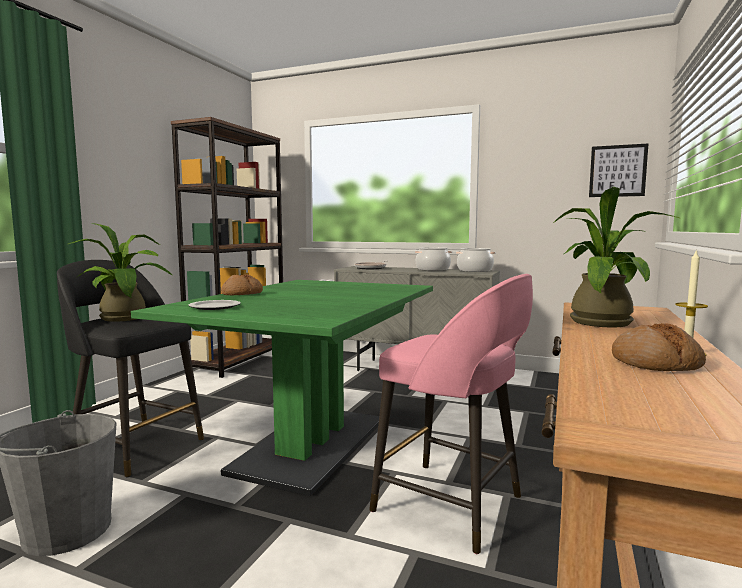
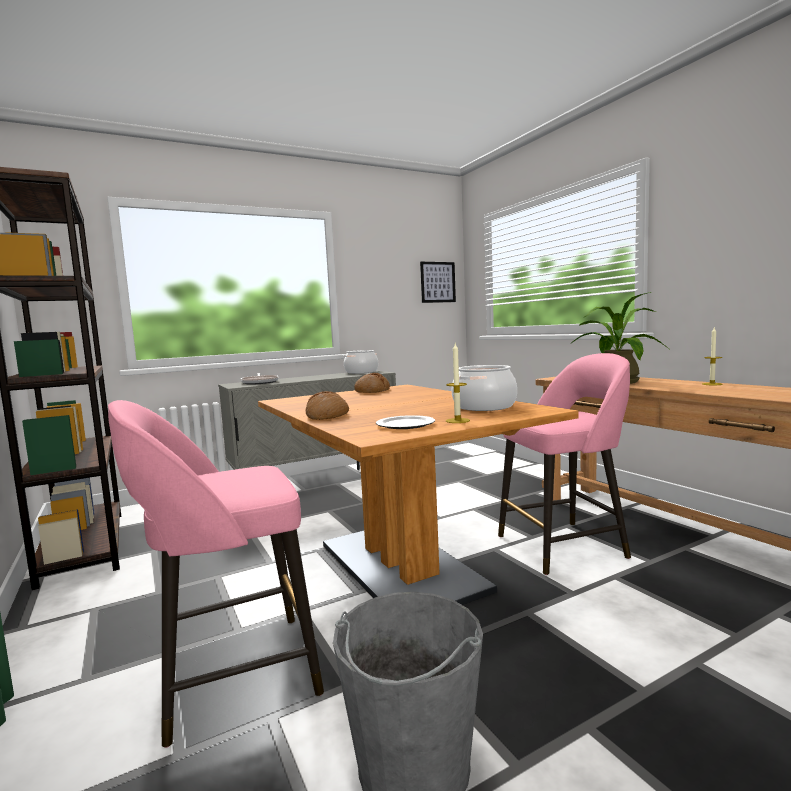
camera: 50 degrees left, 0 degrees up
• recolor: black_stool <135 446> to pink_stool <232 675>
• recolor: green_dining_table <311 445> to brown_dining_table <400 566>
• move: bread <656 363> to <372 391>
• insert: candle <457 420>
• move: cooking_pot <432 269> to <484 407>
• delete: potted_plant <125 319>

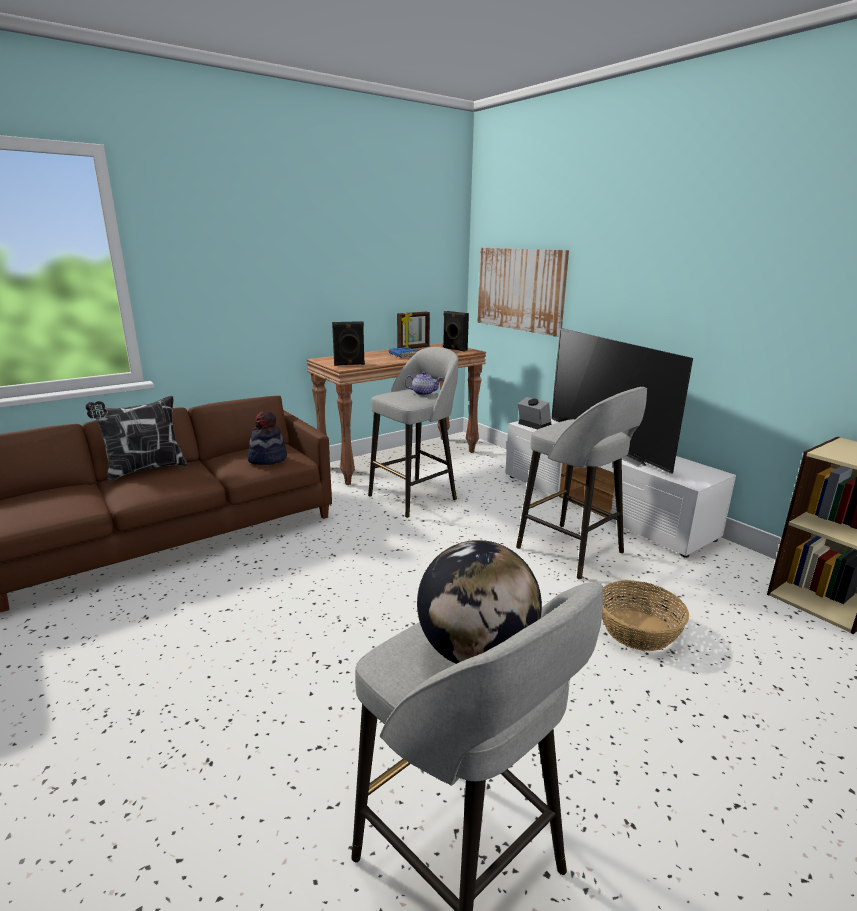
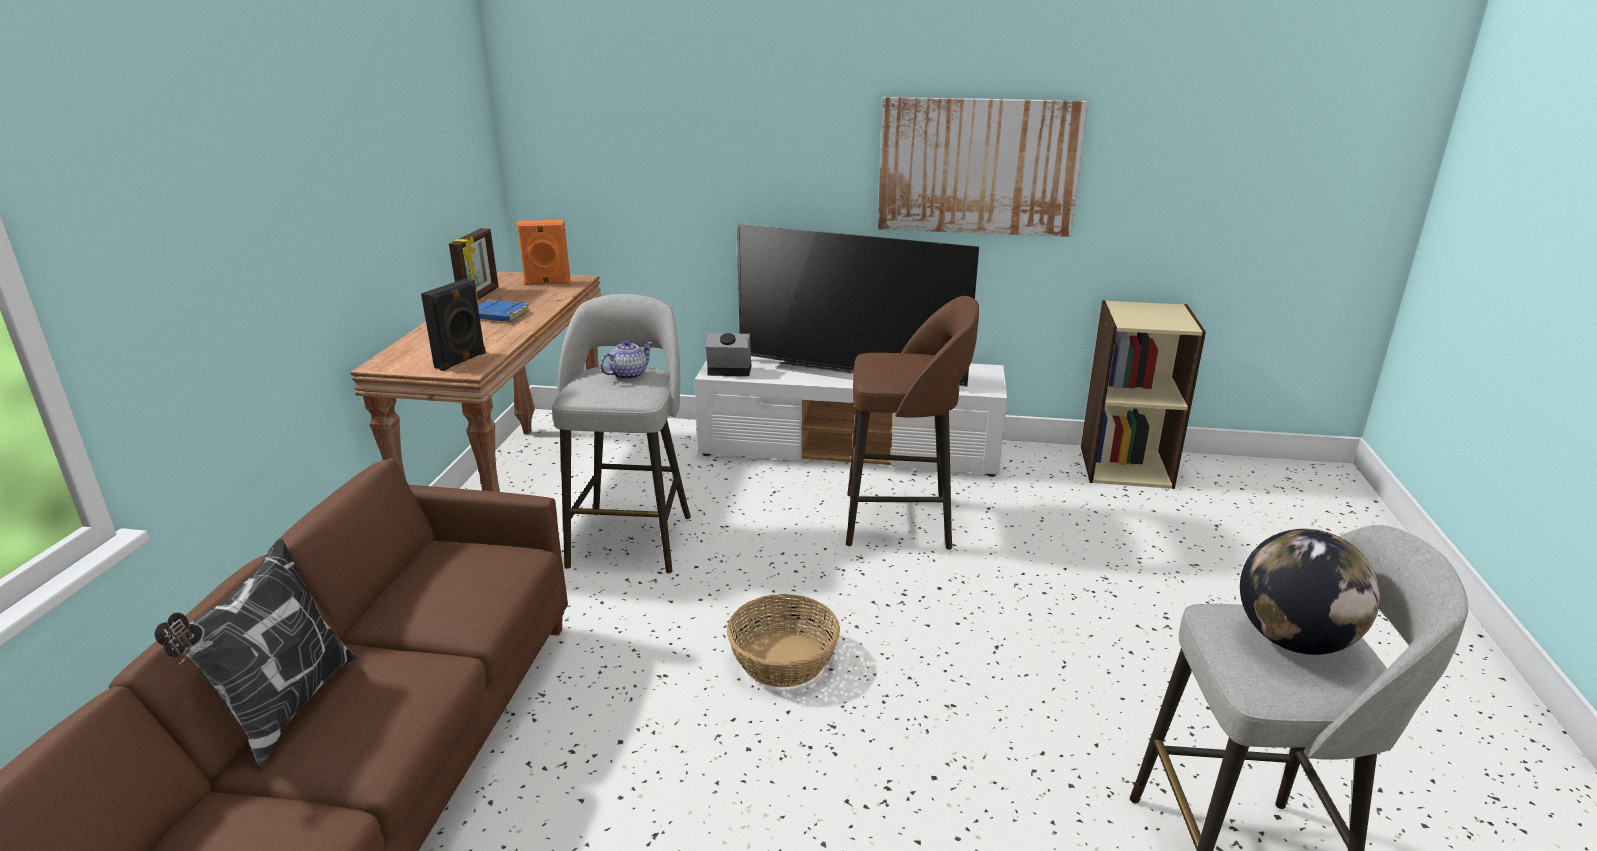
camera: 45 degrees left, 5 degrees up
• recolor: black_speaker <454 349> to orange_speaker <547 283>
• move: basket <638 629> to <783 659>
• recolor: grey_stool <572 551> to brown_stool <902 521>
• move: picture <520 289> to <978 166>
• delete: hat <267 459>

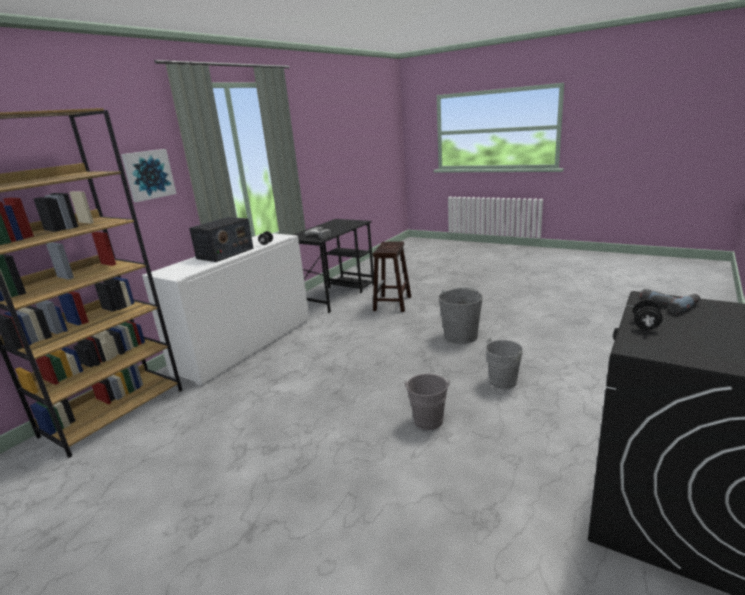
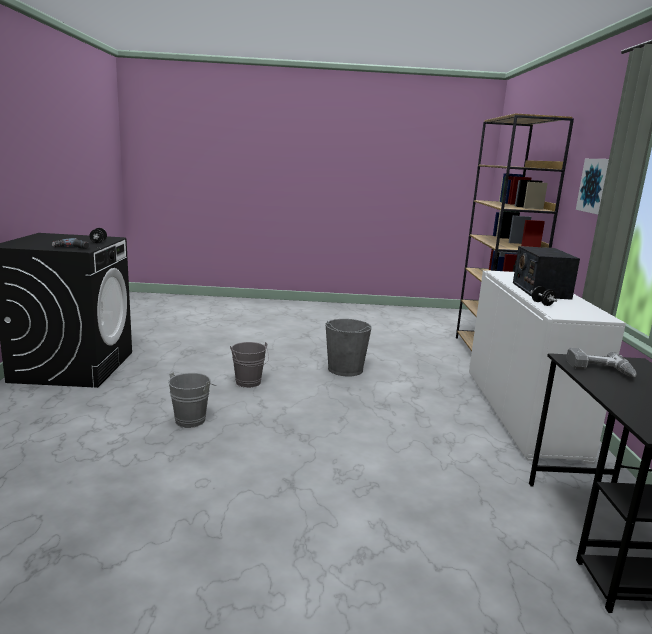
camera: 145 degrees right, 5 degrees down
• move: grey_bucket <461 336> to <345 369>
• delete: brown_stool <392 304>

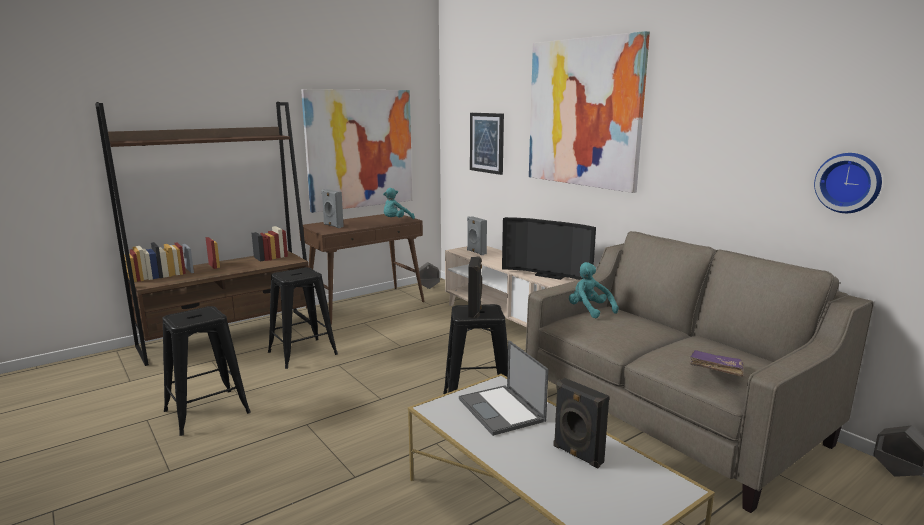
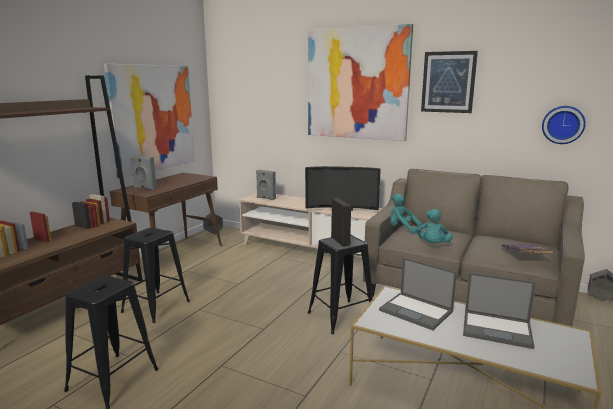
camera: 25 degrees left, 0 degrees up
• move: turquoise_plush_toy <396 221> to <432 245>
• move: picture <487 143> to <448 82>
• replace: black_speaker <577 455> to laptop <498 329>

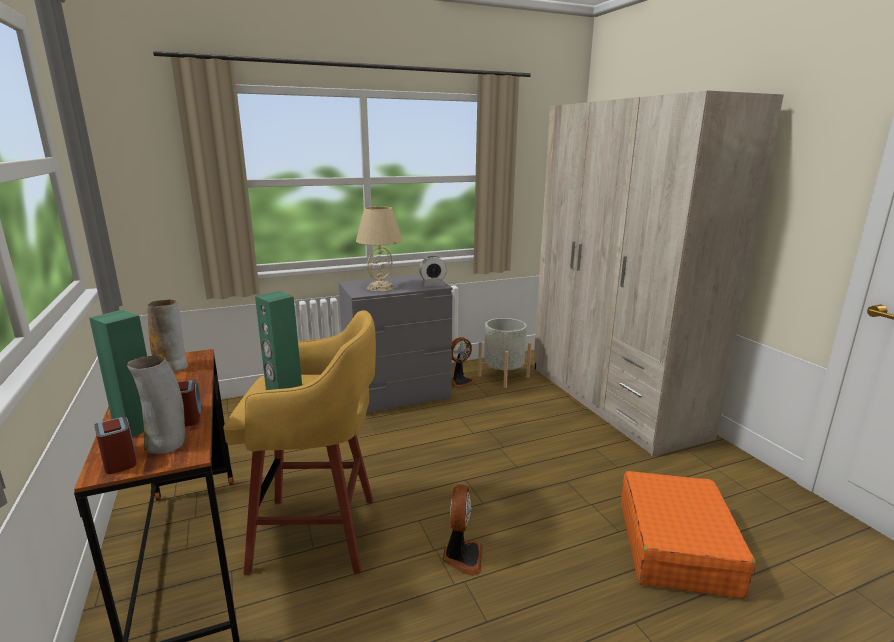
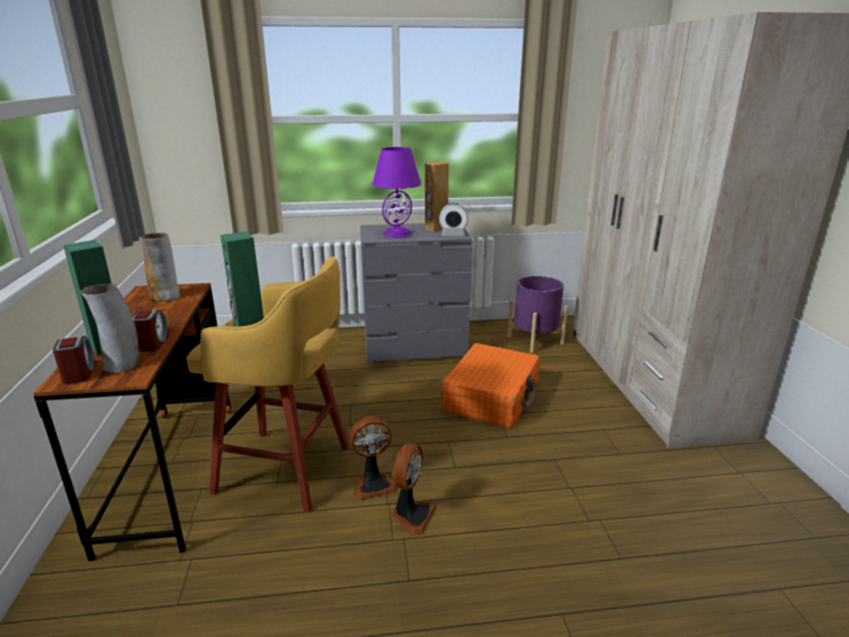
camera: 15 degrees right, 5 degrees up
• move: fan <460 382> to <373 484>
• recolor: beige_table_lamp <381 287> to purple_table_lamp <397 234>
• insert: brown_speaker <436 228>
• move: orange_suitcase <676 546> to <491 397>
• recolor: grey_planter <503 376> to purple_planter <535 340>

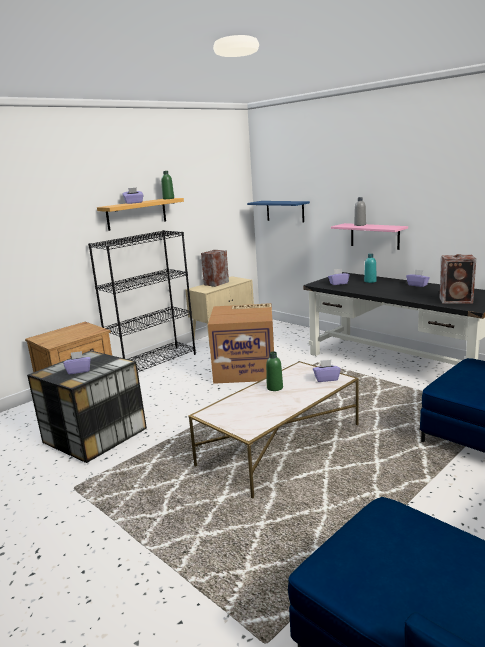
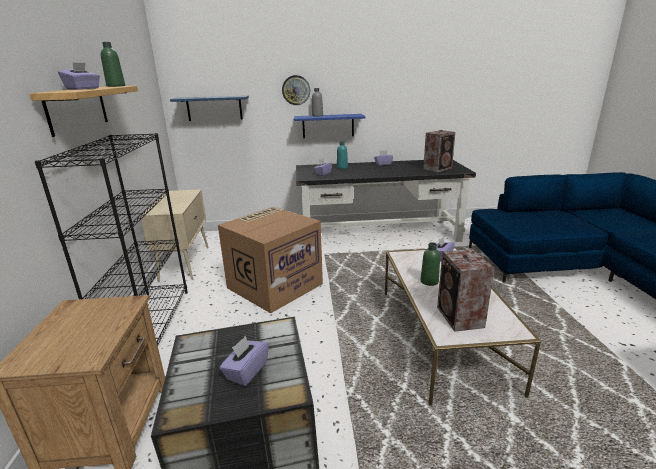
camera: 50 degrees left, 5 degrees up
• insert: wall_clock <296 90>
• recolor: pink_shelf <374 236> to blue_shelf <328 126>
• move: speaker <215 283> to <460 318>

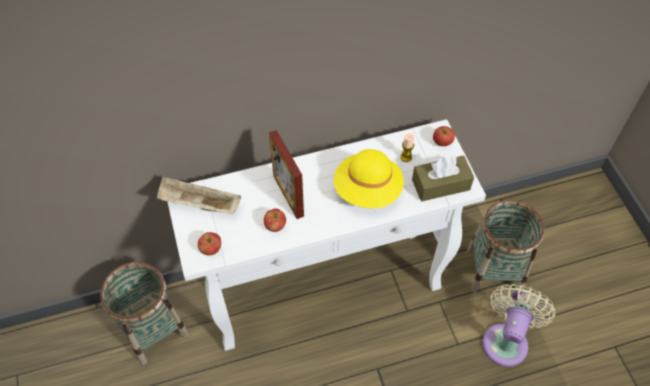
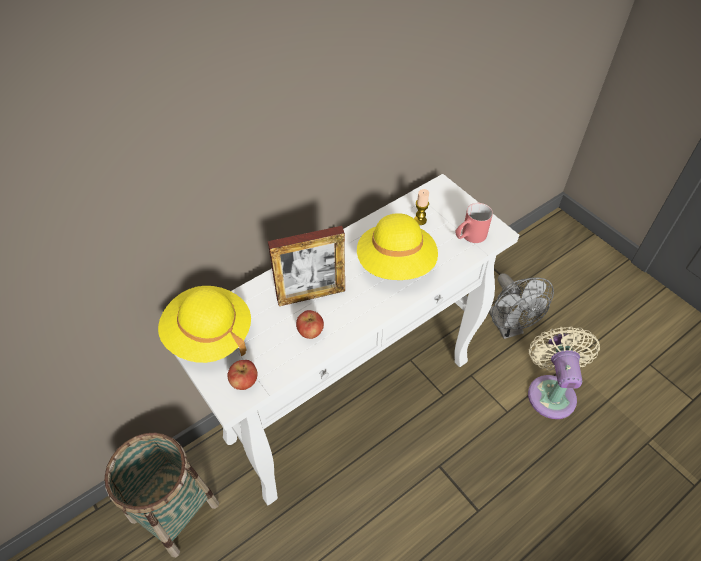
camera: 20 degrees left, 5 degrees down
• replace: beige_tray <199 204> to yellow_hat <209 335>
• rotate: picture_frame <288 196> = <311 295> 60 degrees counterclockwise
• replace: brown_tissue_box <440 184> to red_mug <469 237>
• replace: basket <494 269> to grey_fan <508 327>
• delete: apple <442 142>

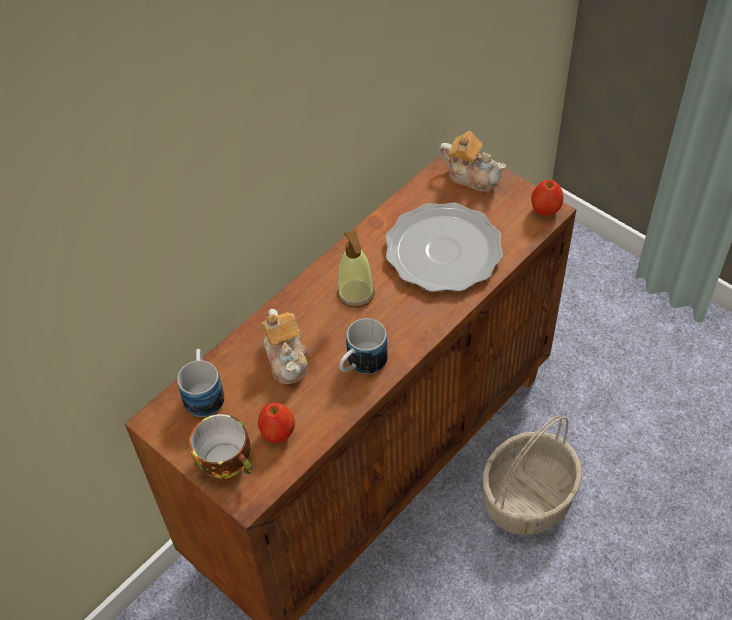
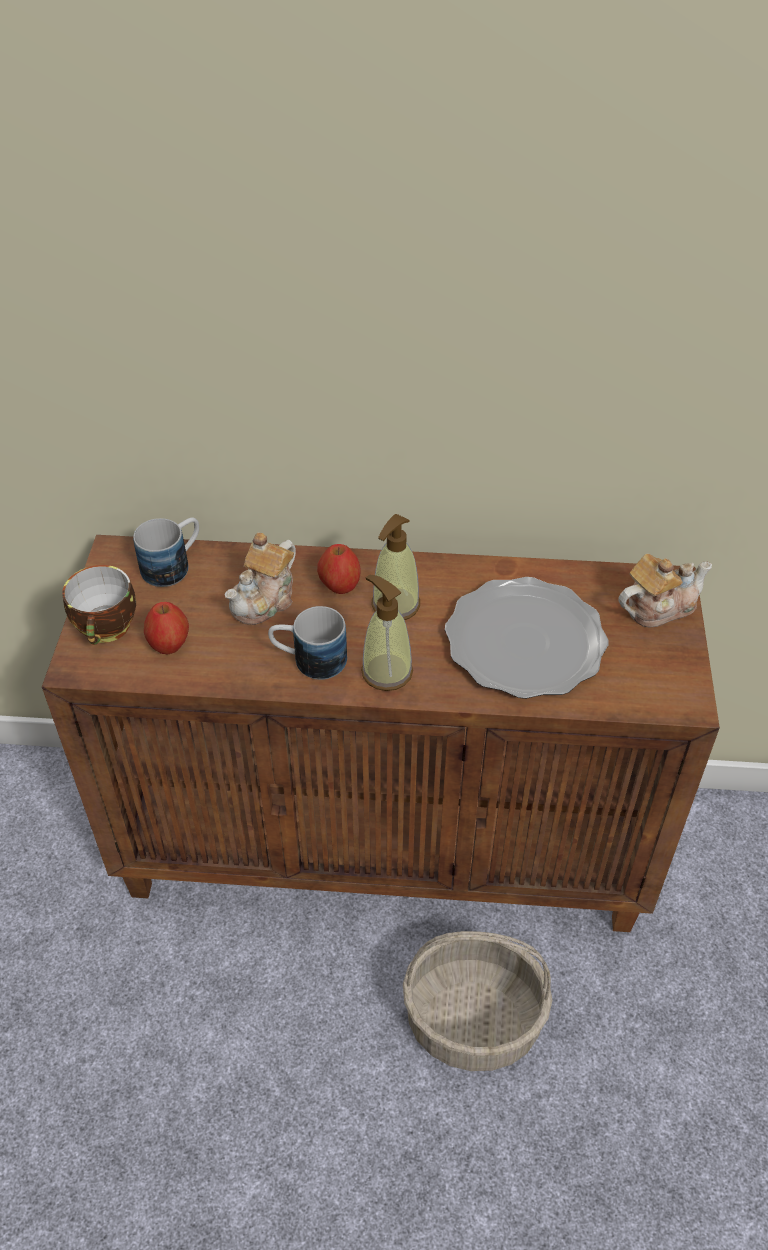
camera: 50 degrees right, 5 degrees down
• move: apple <545 210> to <340 586>
• insert: soap_dispenser <386 671>
• rotate: teapot <472 176> = <657 607> 105 degrees counterclockwise

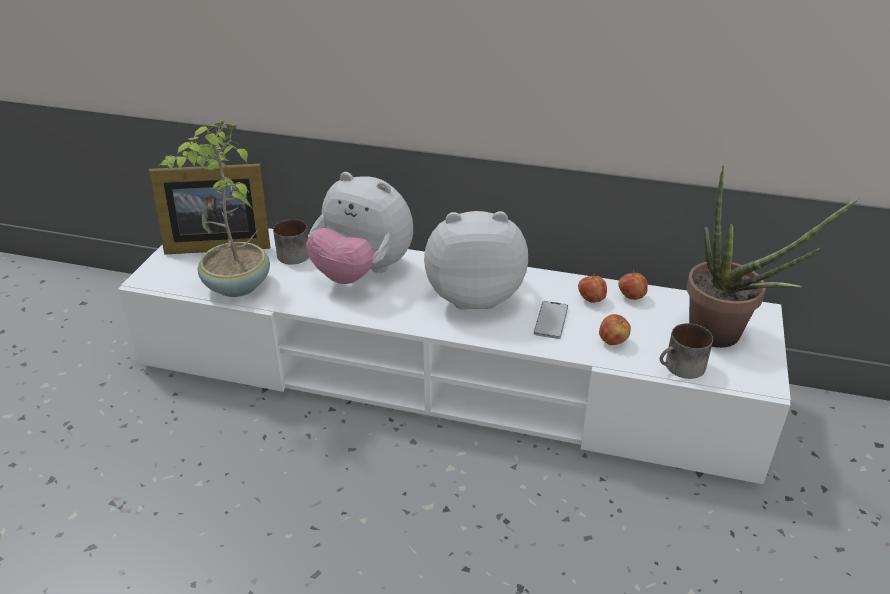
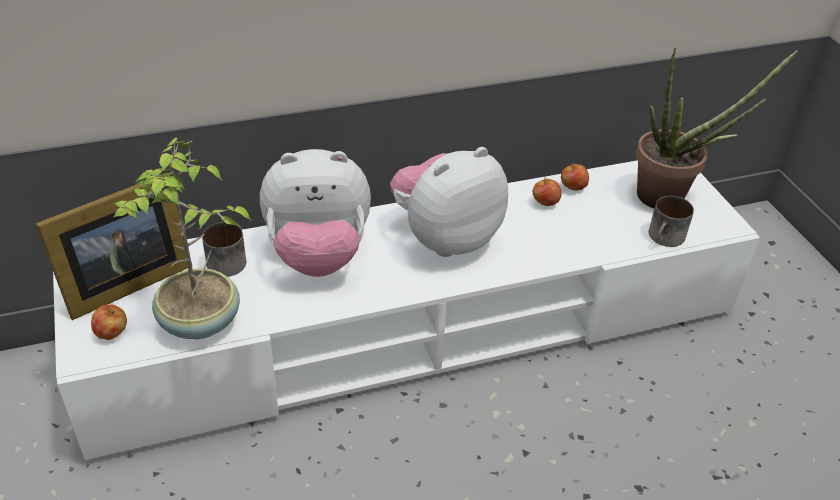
camera: 35 degrees left, 5 degrees up
• move: apple <613 341> to <112 333>
• delete: phone <551 321>

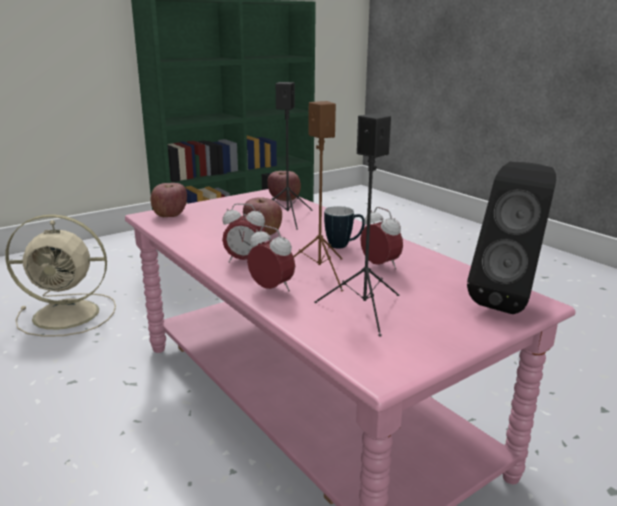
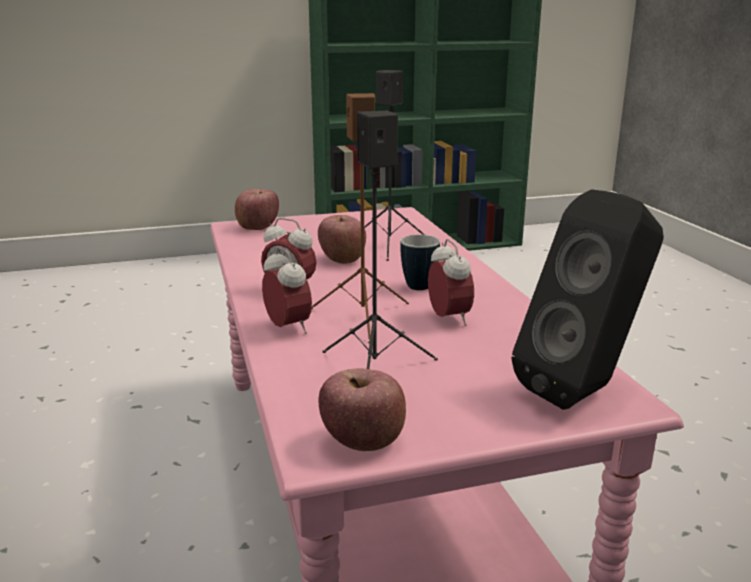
camera: 20 degrees right, 0 degrees up
• move: apple <284 199> to <363 442>
• delete: beige_fan <69 314>

